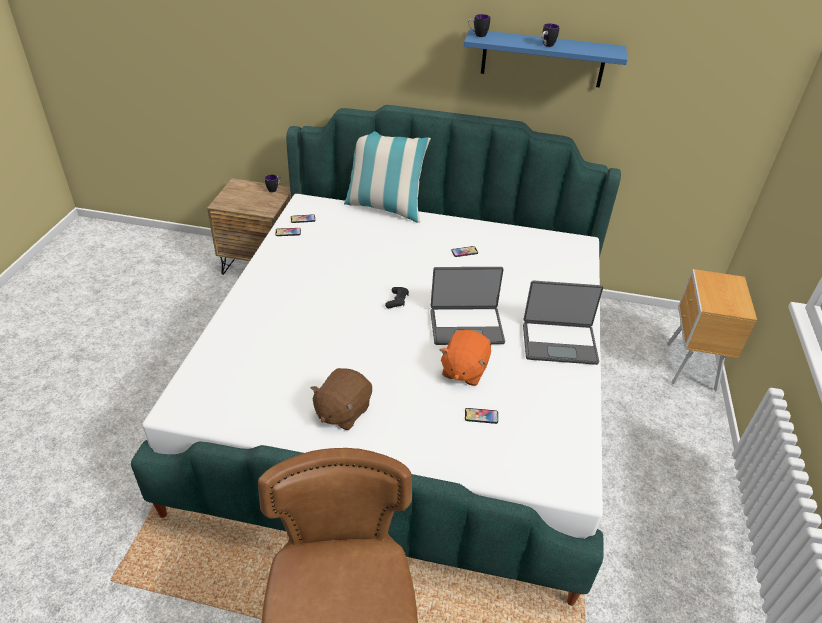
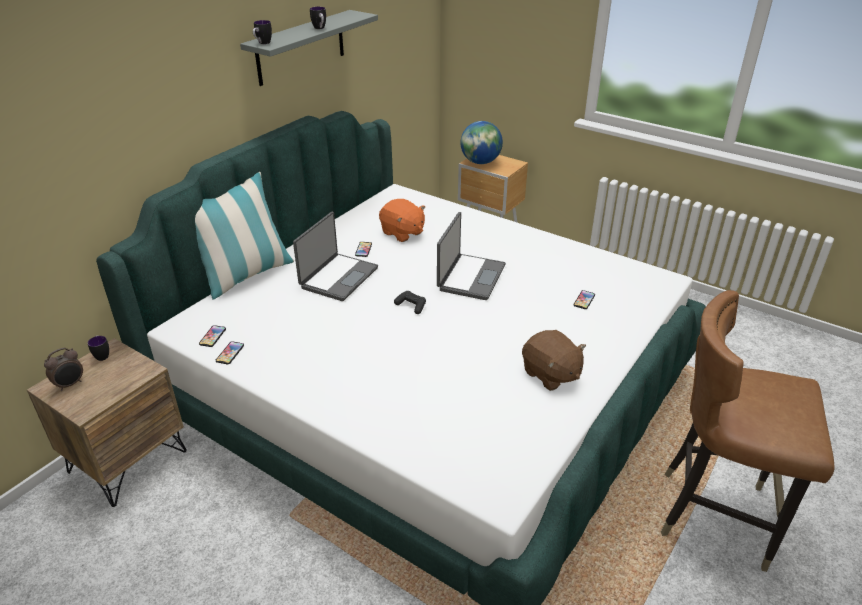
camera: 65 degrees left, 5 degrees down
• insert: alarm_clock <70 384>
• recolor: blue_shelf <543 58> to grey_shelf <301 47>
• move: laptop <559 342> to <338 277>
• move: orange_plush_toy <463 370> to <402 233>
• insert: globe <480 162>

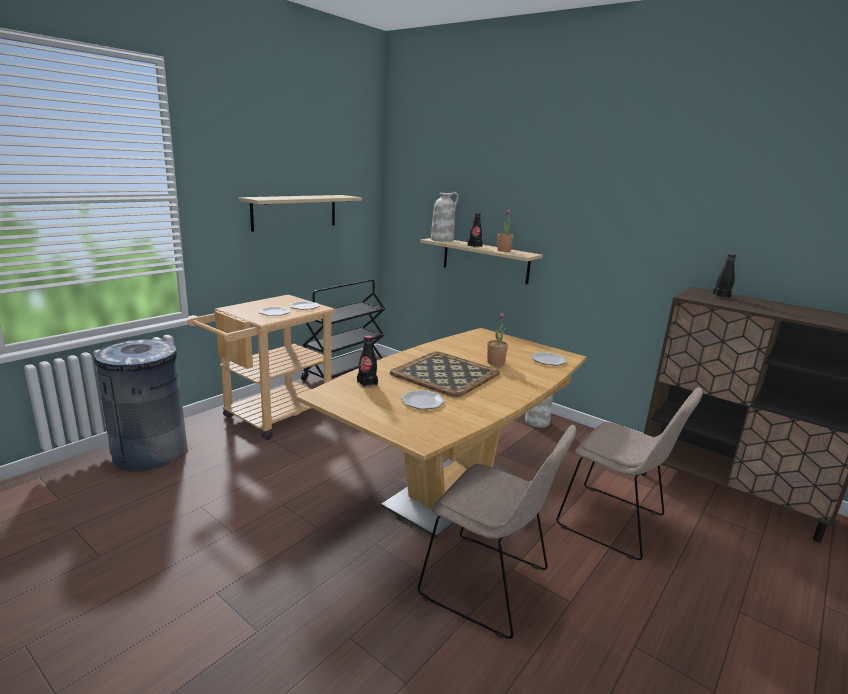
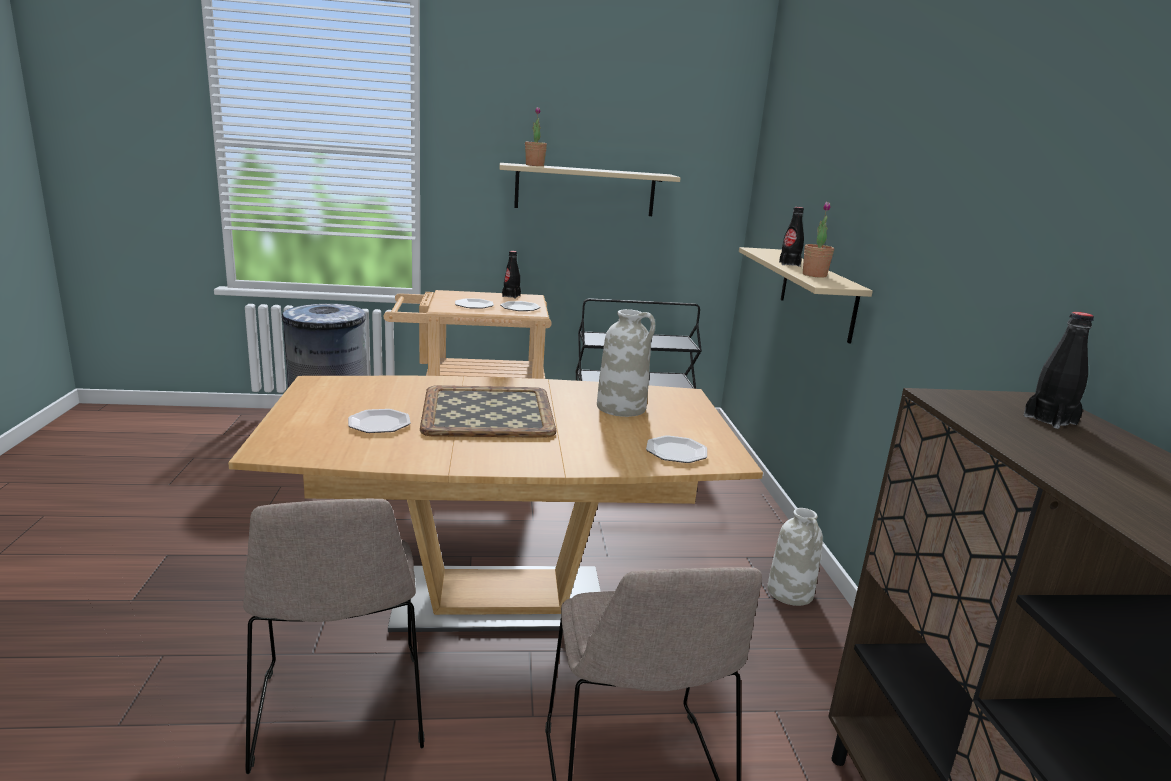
camera: 45 degrees right, 0 degrees up
• move: black_bottle <367 383> to <511 296>
• move: potted_plant <495 363> to <534 165>
• move: white_vase <442 240> to <622 408>

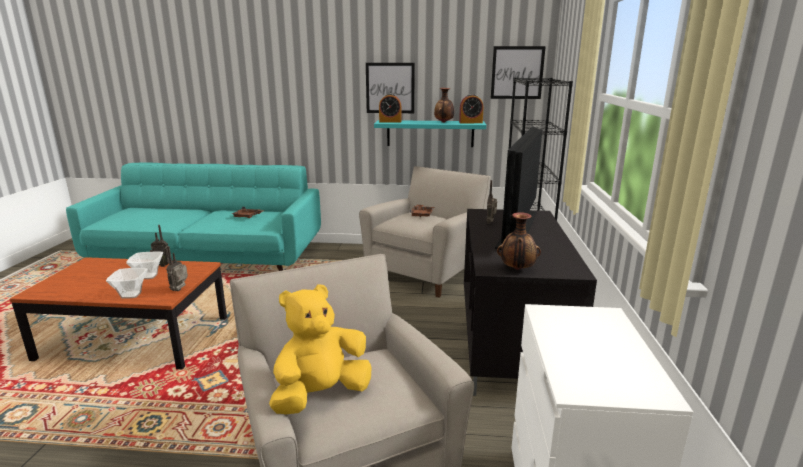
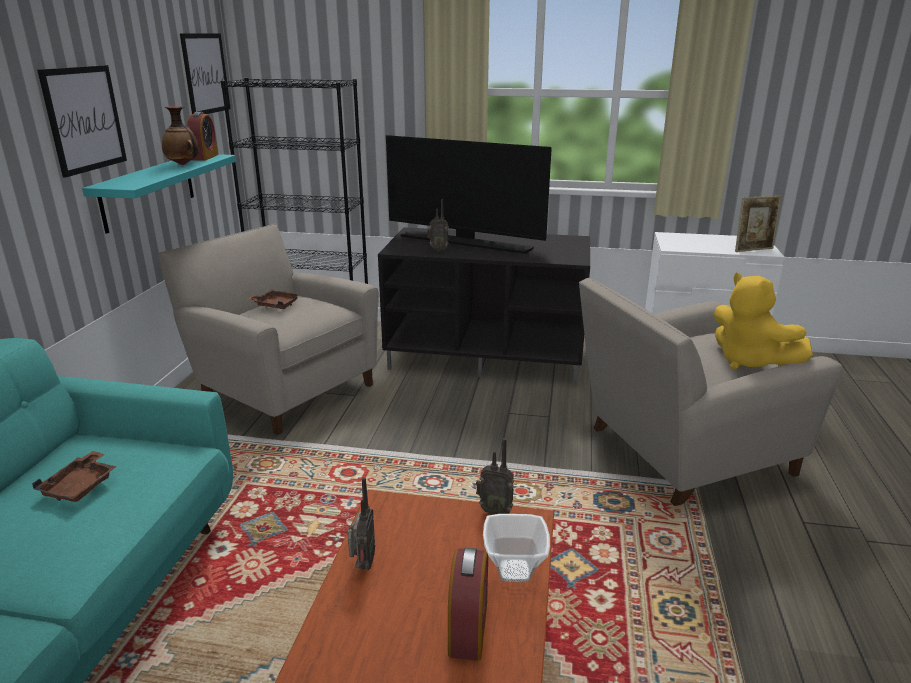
camera: 85 degrees left, 5 degrees up
• move: alarm_clock <390 121> to <468 628>
• insert: picture_frame <753 250>
• delete: bowl <149 276>
• delete: vase <517 269>

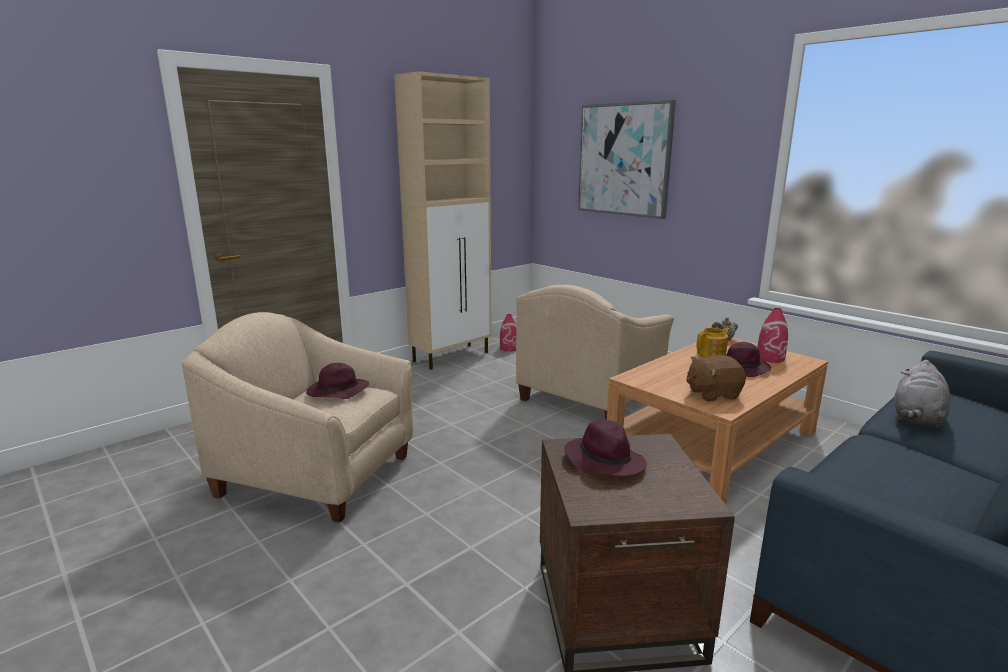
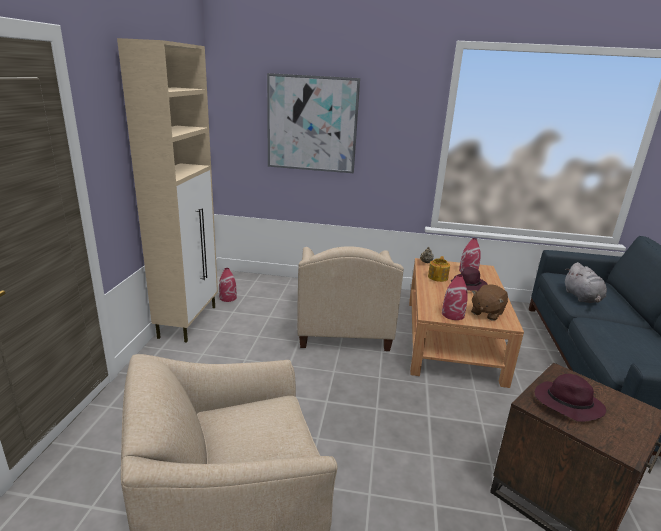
camera: 40 degrees left, 5 degrees up
• insert: red_vase <453 314>
• delete: purple_hat <337 392>

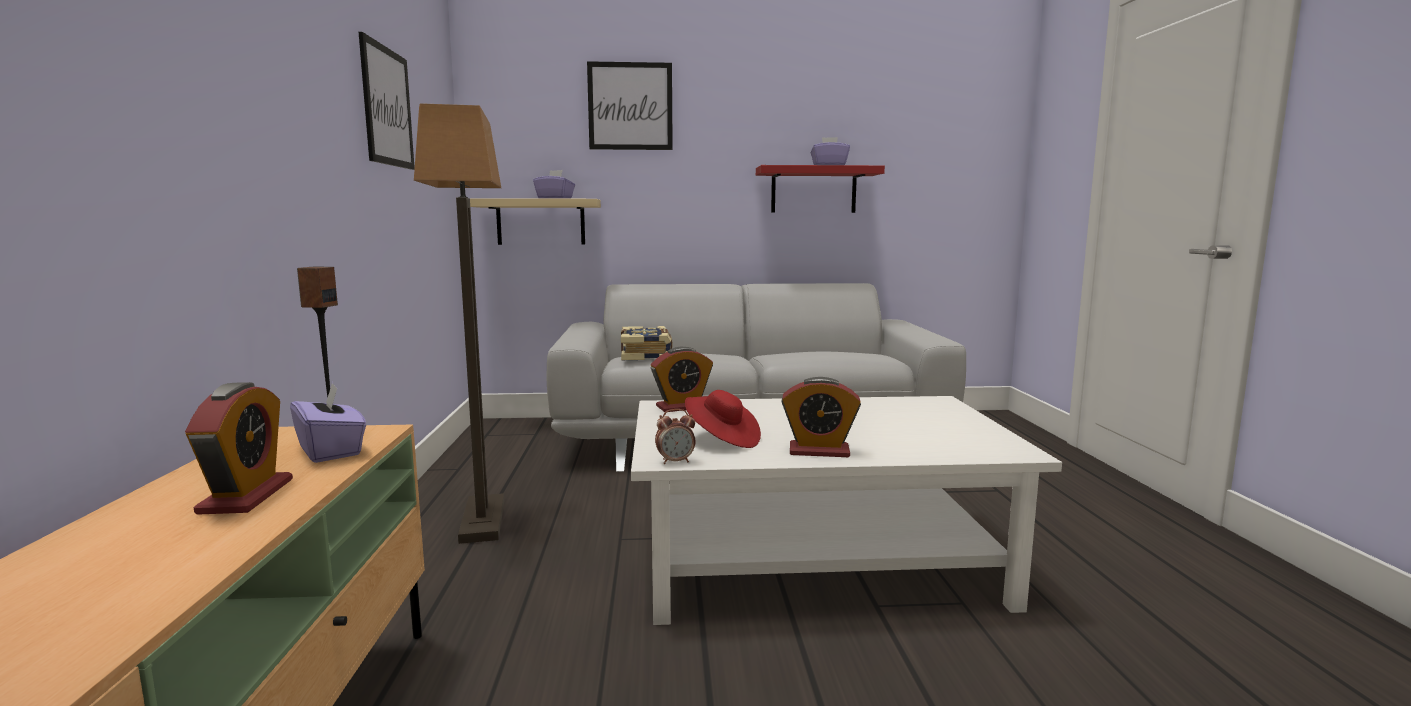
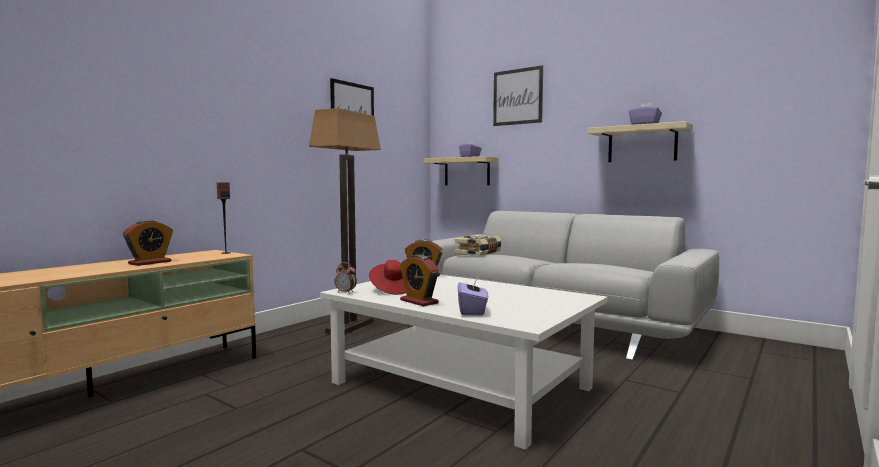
camera: 40 degrees right, 5 degrees down
• move: purple_tissue_box <331 450> to <472 311>
• recolor: red_shelf <813 190> to beige_shelf <642 144>

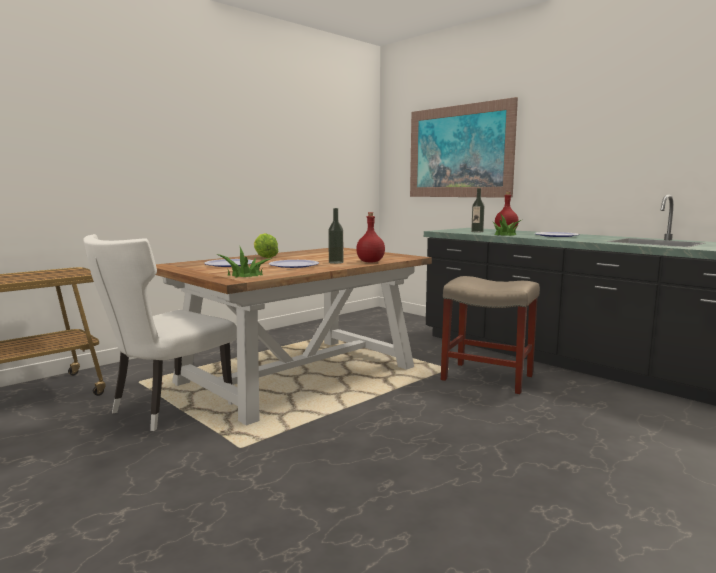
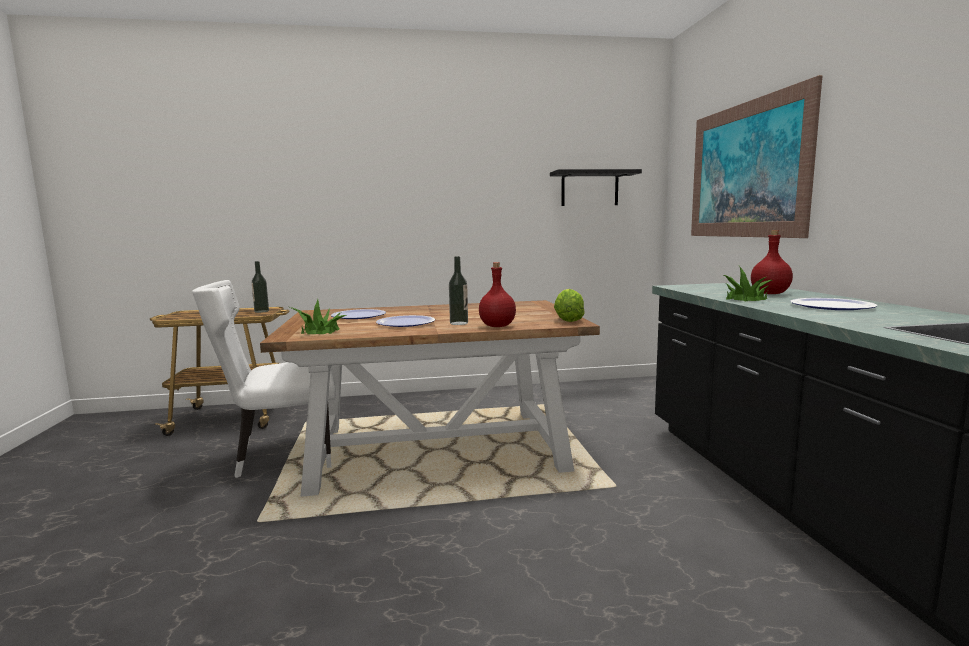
camera: 35 degrees right, 0 degrees up
• move: bottle <477 232> to <261 311>
• insert: black_shelf <589 189>
• move: lettuce <264 257> to <568 320>
• delete: beige_stool <488 378>

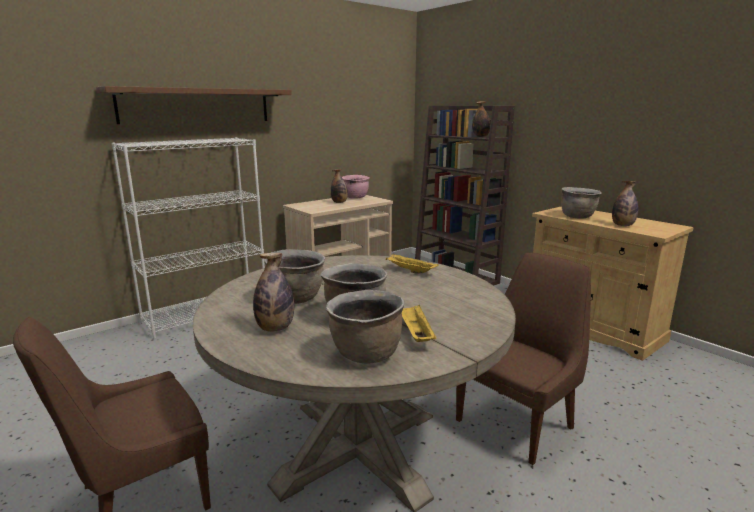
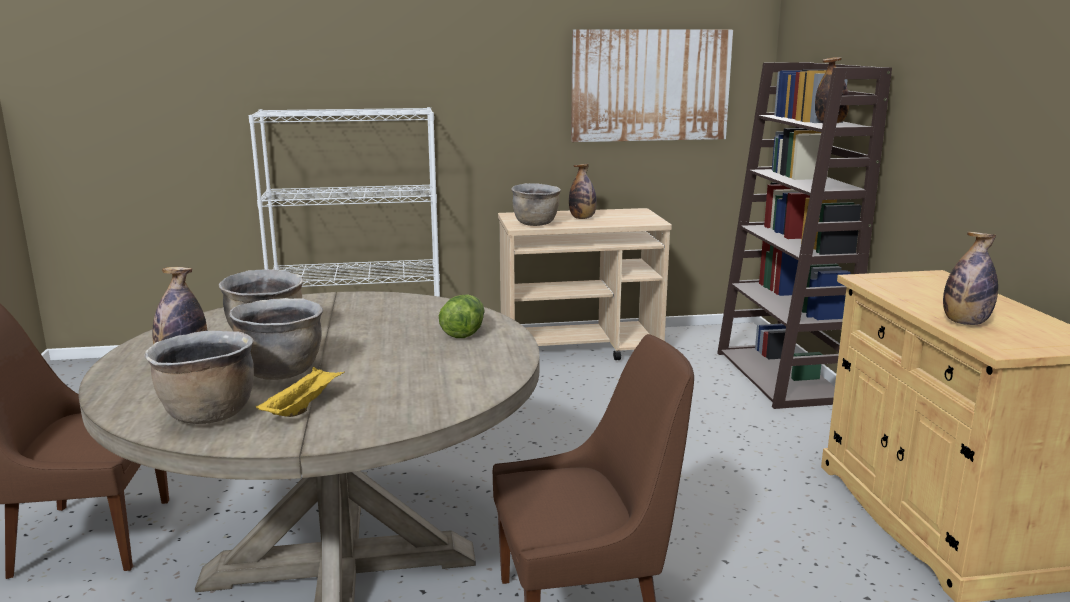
camera: 30 degrees right, 0 degrees up
• replace: yellow_tray <410 271> to lettuce <463 331>
• move: brown_cooking_pot <577 216> to <536 224>
• insert: picture <650 85>
• delete: brown_shelf <196 105>
• delete: pink_cooking_pot <356 197>

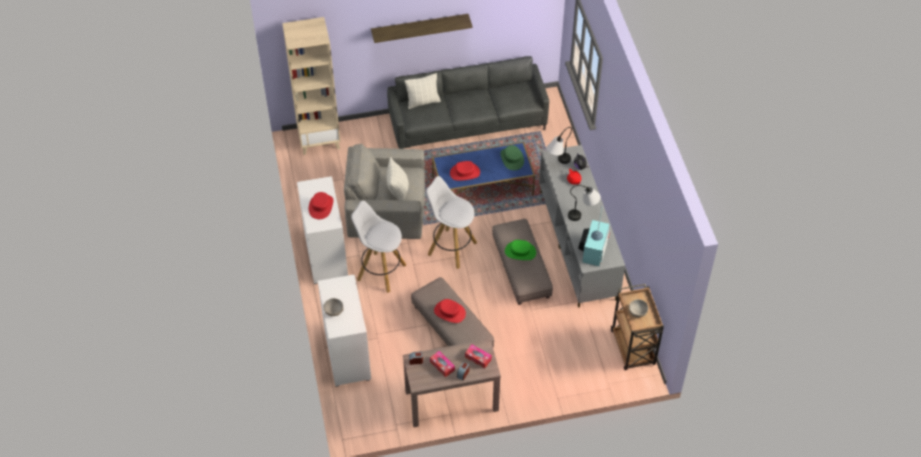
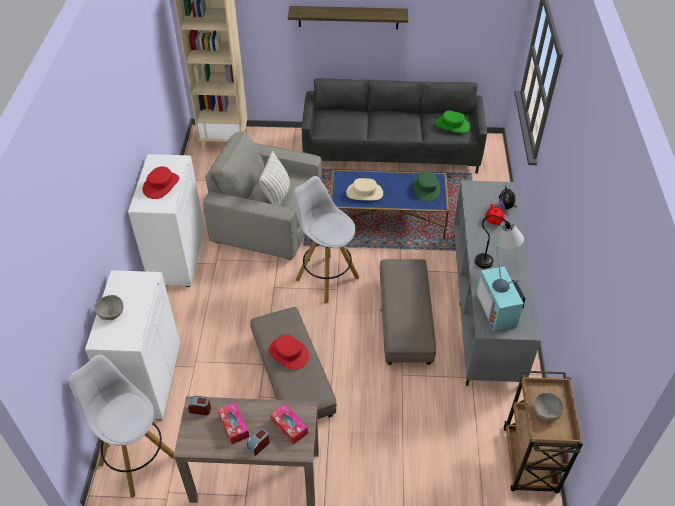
camera: 15 degrees right, 5 degrees down
• move: white_stool <380 272> to <137 459>
• recolor: red_hat <464 173> to beige_hat <364 193>
• move: green_hat <520 252> to <452 125>
• rotate: television <593 250> = <499 310> 135 degrees clockwise
• delete: pillow <423 102>
• delete: table_lamp <557 163>

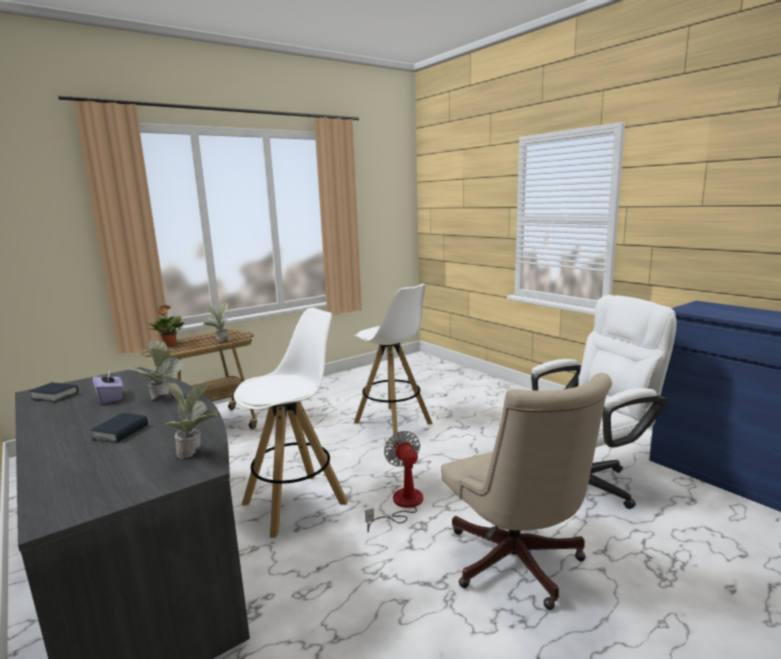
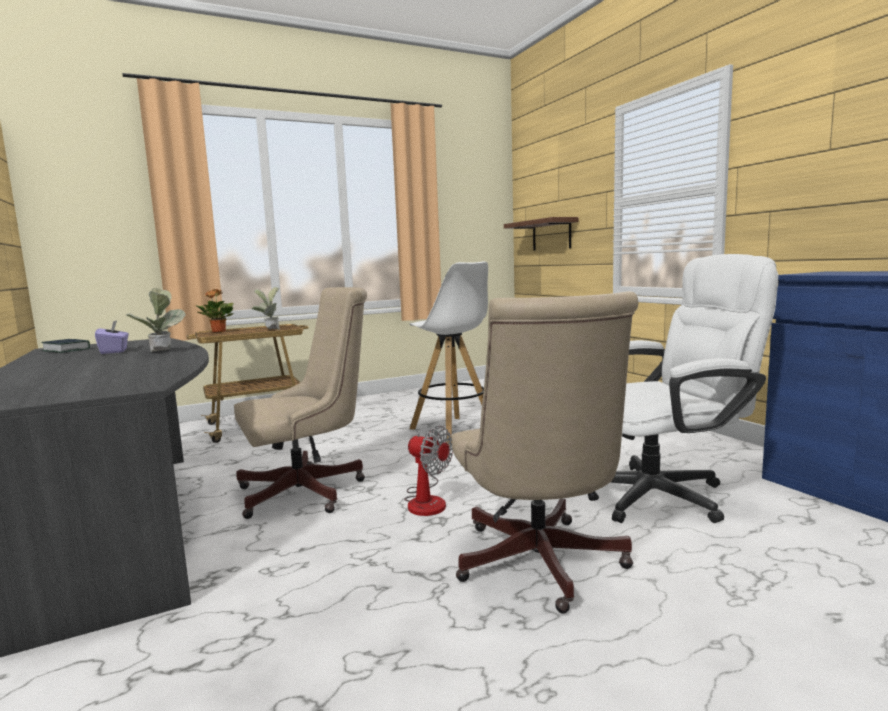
camera: 10 degrees right, 5 degrees down
• replace: white_stool <296 503> to beige_office_chair <310 491>
• rotate: fan <401 505> = <426 500> 135 degrees clockwise
• insert: brown_shelf <551 235>
• delete: book <121 432>
• delete: potted_plant <195 452>

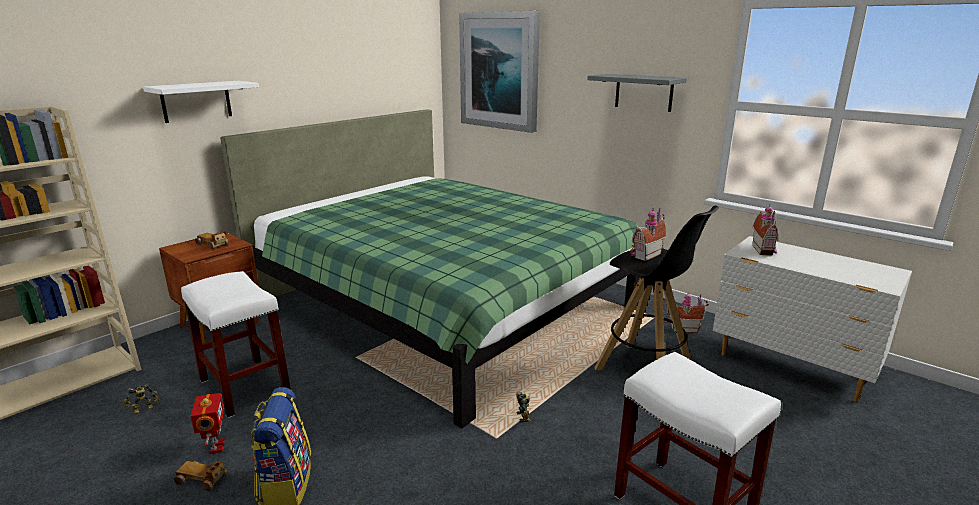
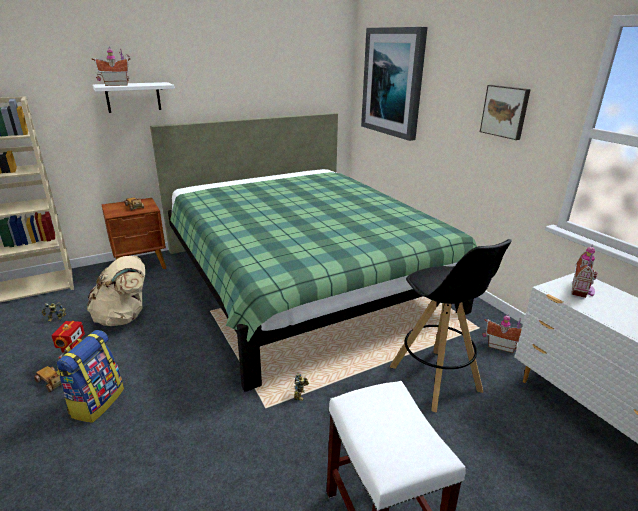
camera: 20 degrees right, 5 degrees up
• replace: white_stool <245 386> to beige_backpack <124 317>
• move: toy_house <644 255> to <116 85>
• replace: grey_shelf <643 92> to picture <505 111>

